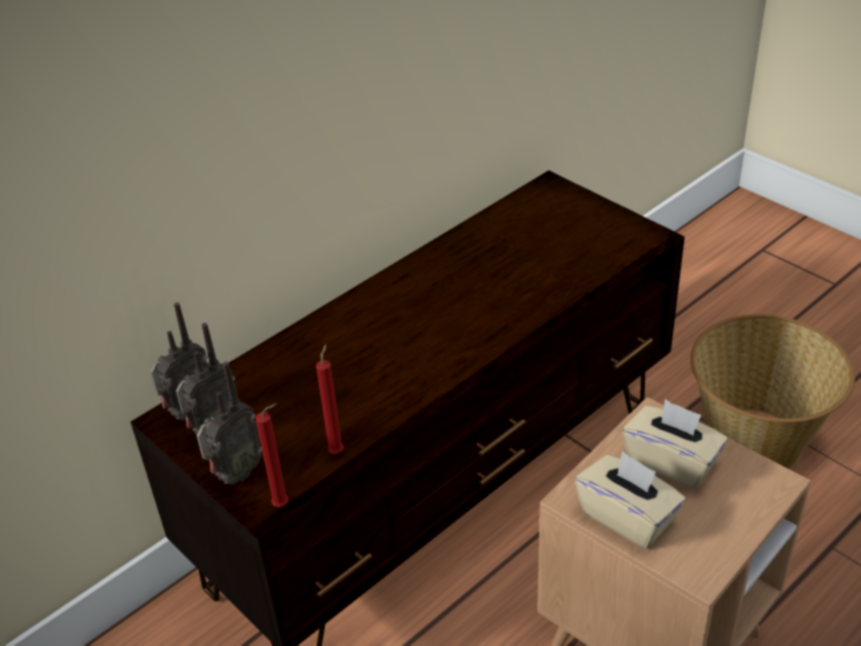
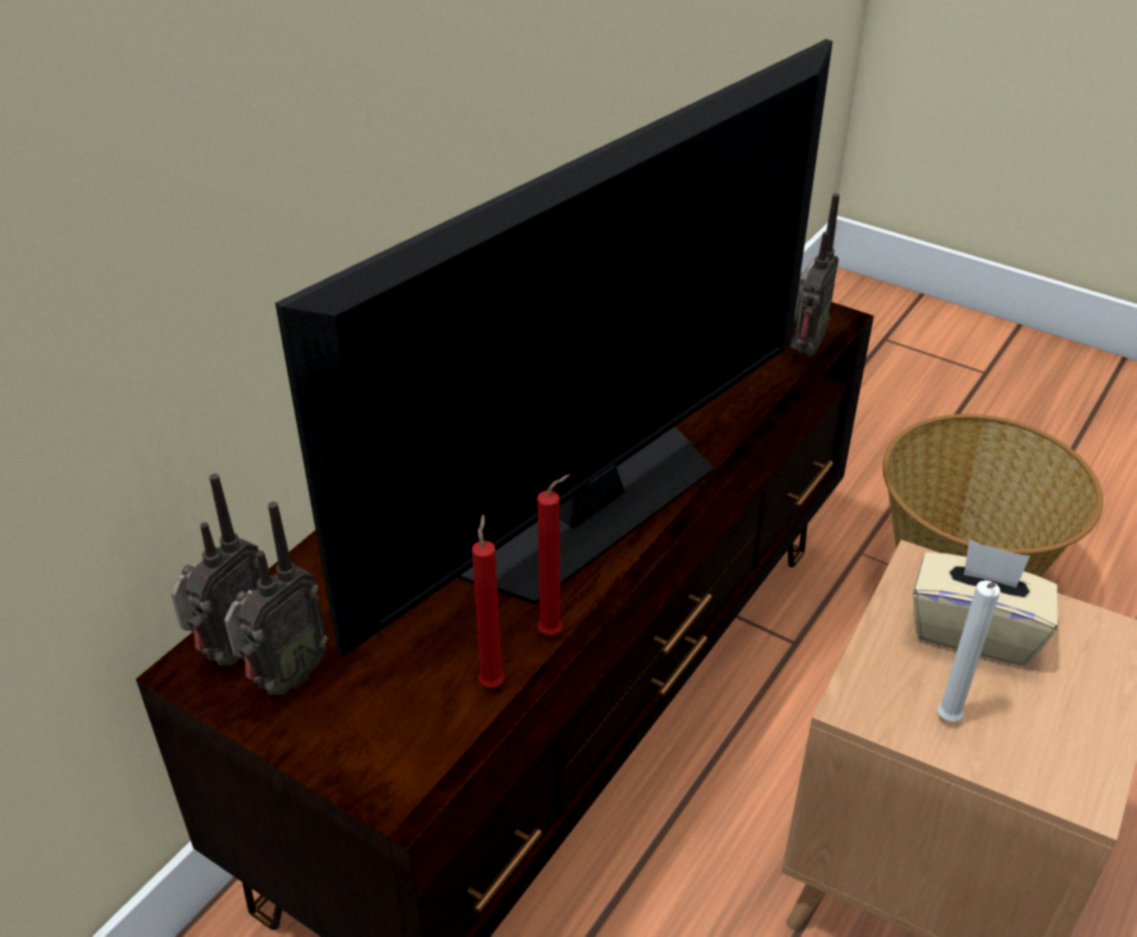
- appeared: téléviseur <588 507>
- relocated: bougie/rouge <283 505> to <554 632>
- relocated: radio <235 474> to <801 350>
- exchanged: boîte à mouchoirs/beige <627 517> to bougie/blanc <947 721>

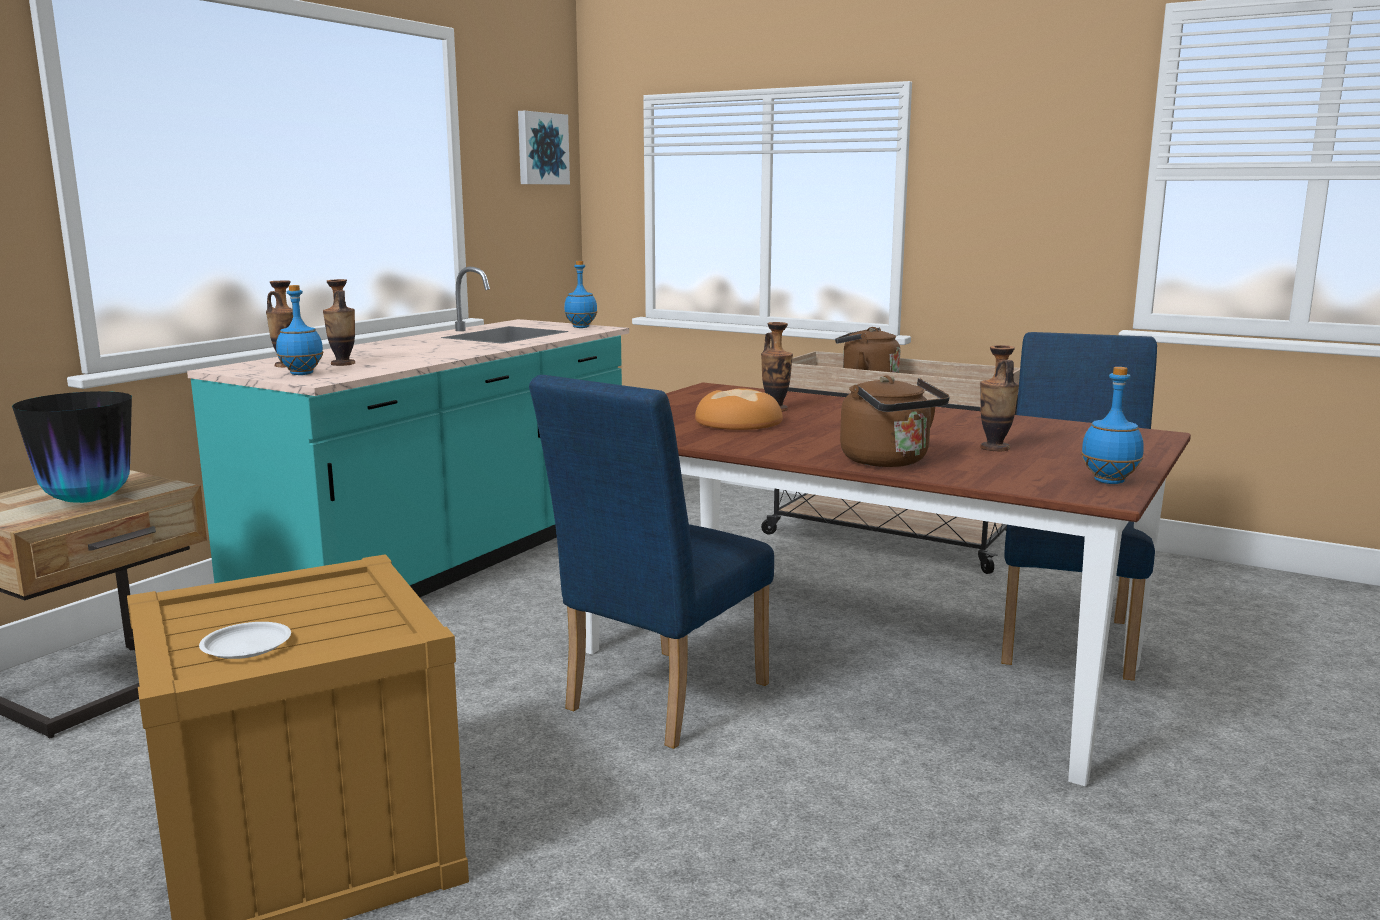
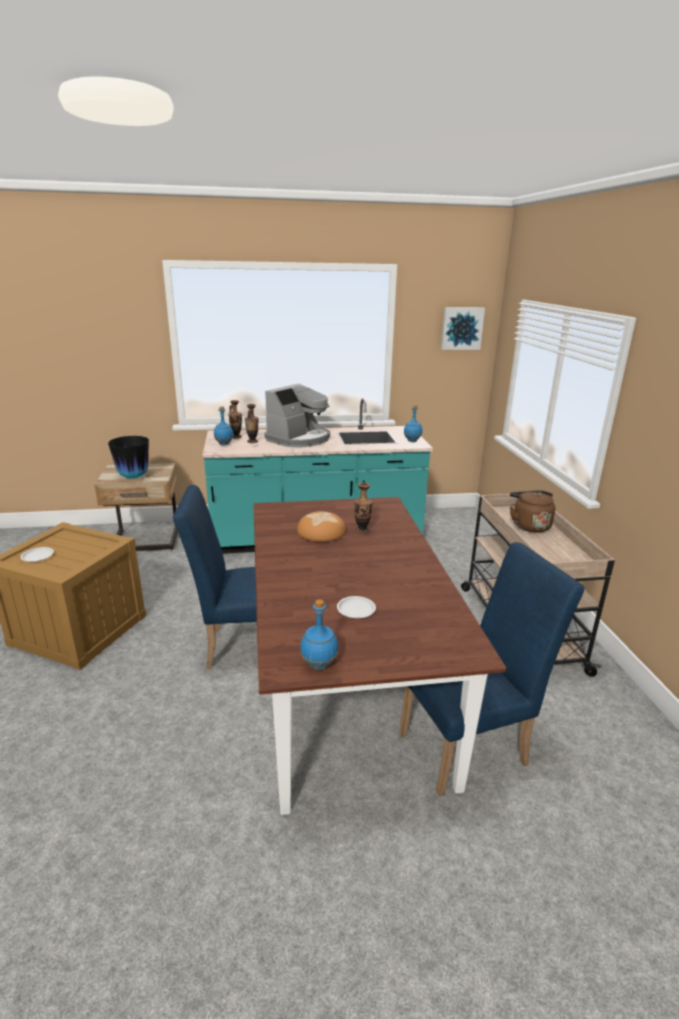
- appeared: machine à café <299 439>
- exchanged: vase <994 448> to assiette/blanc <356 610>
- missing: bouilloire/marron <889 461>

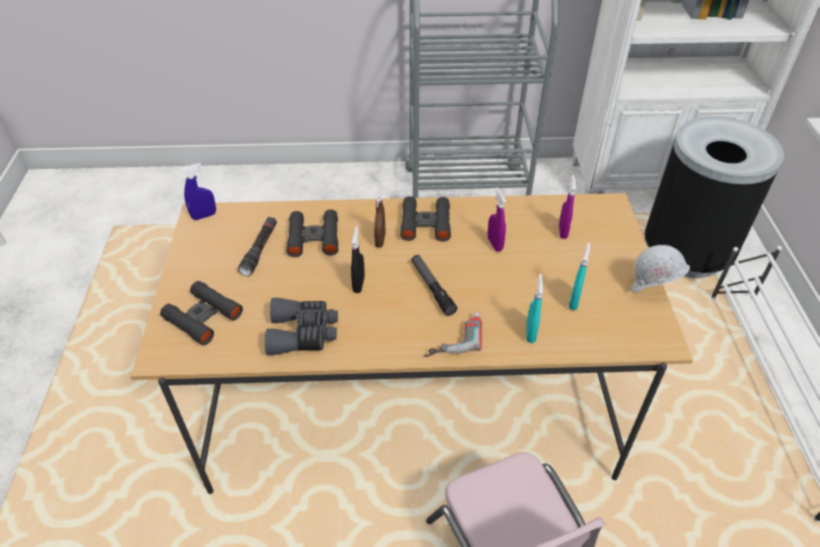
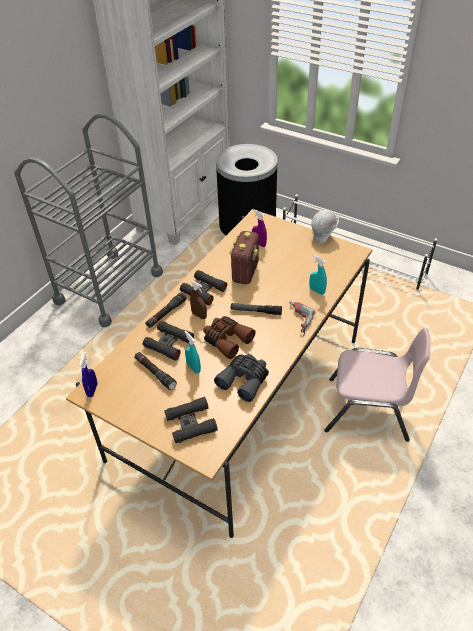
- appeared: lampe de poche/noir <166 313>
- relocated: vaporisateur/turquoise <574 301> to <193 368>
- exchanged: vaporisateur/noir <358 284> to jumelles/marron <226 340>
- exchanged: vaporisateur/violet <494 244> to radio <245 272>

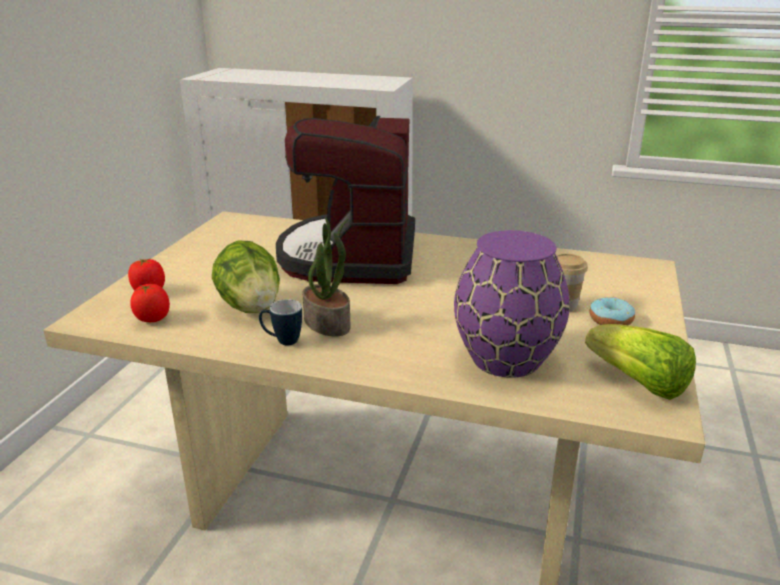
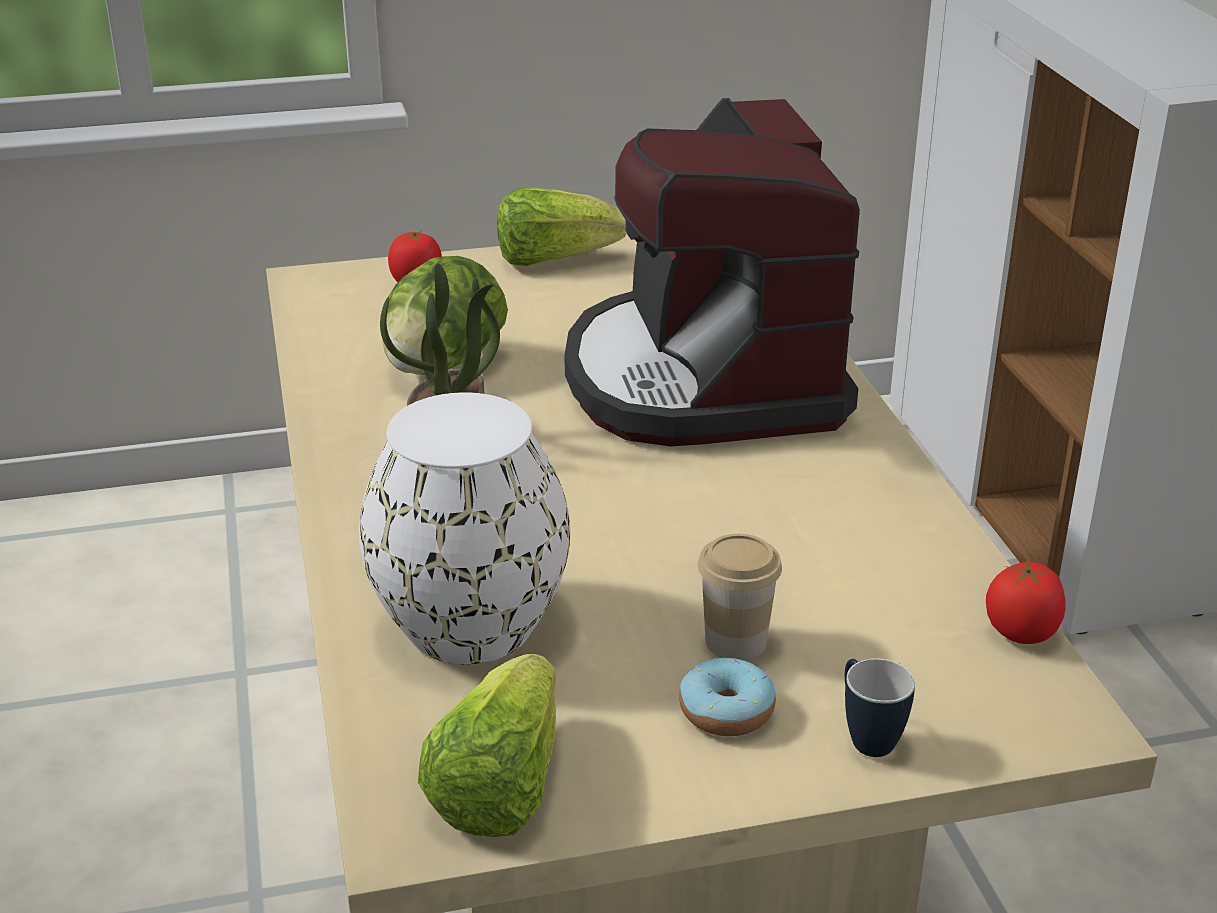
- colour: vase/violet <505 358> to vase/blanc <472 624>
- appeared: laitue <553 259>
- spun: machine à café <351 256> = <704 379> 75 degrees counterclockwise
- relocated: mug <282 341> to <866 737>
- relocated: tomate <152 319> to <1021 632>

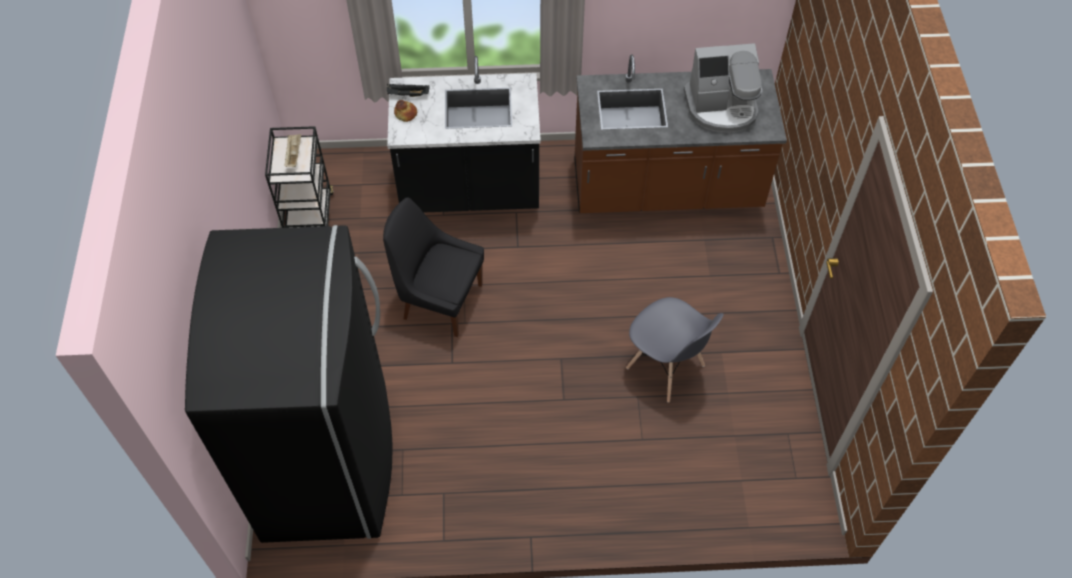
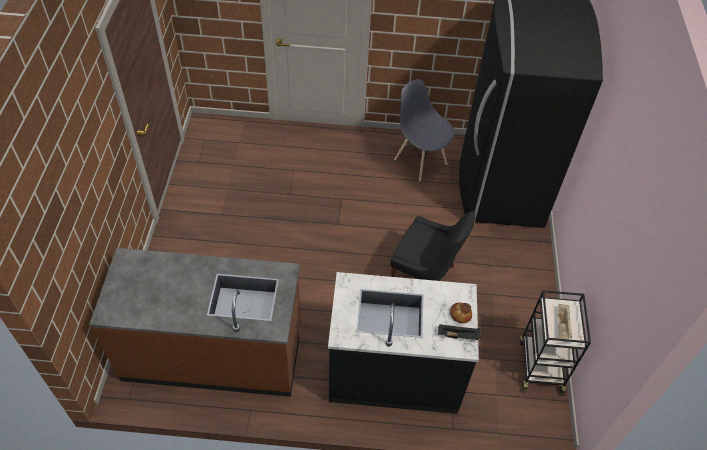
- relocated: chaise/gris <665 367> to <420 161>
- missing: machine à café <721 107>

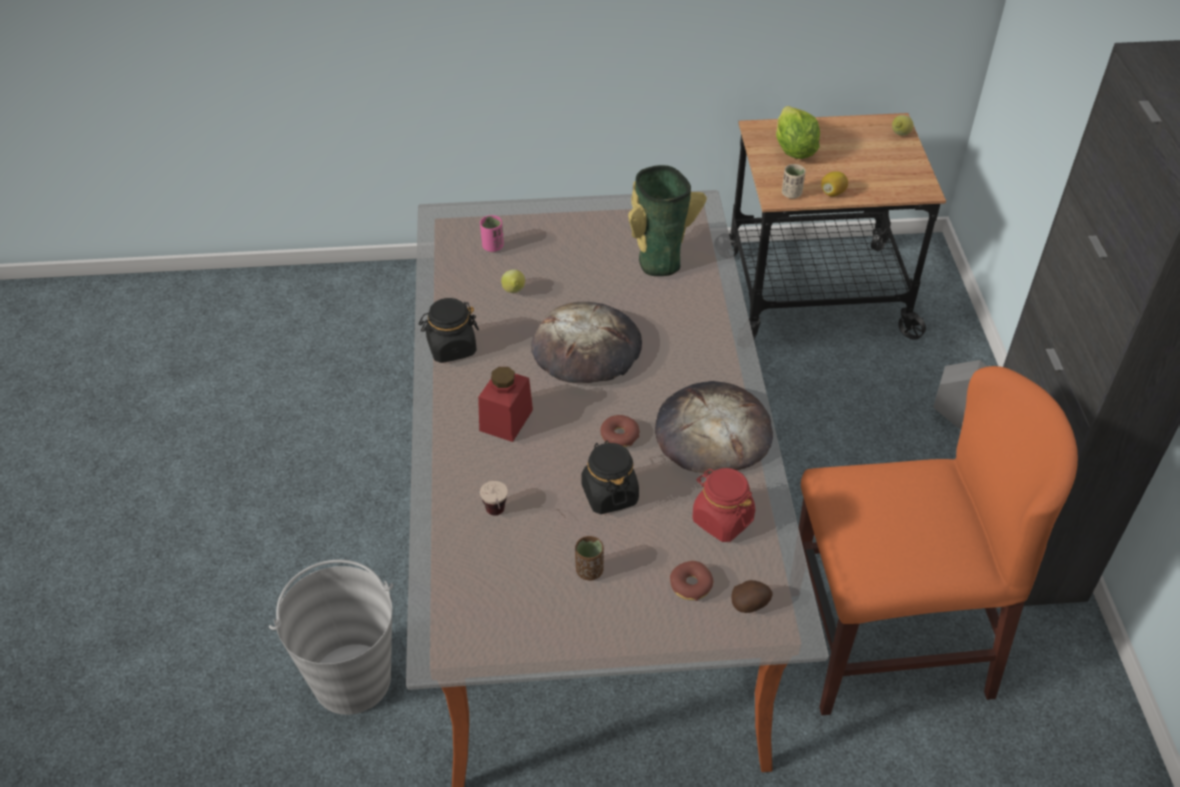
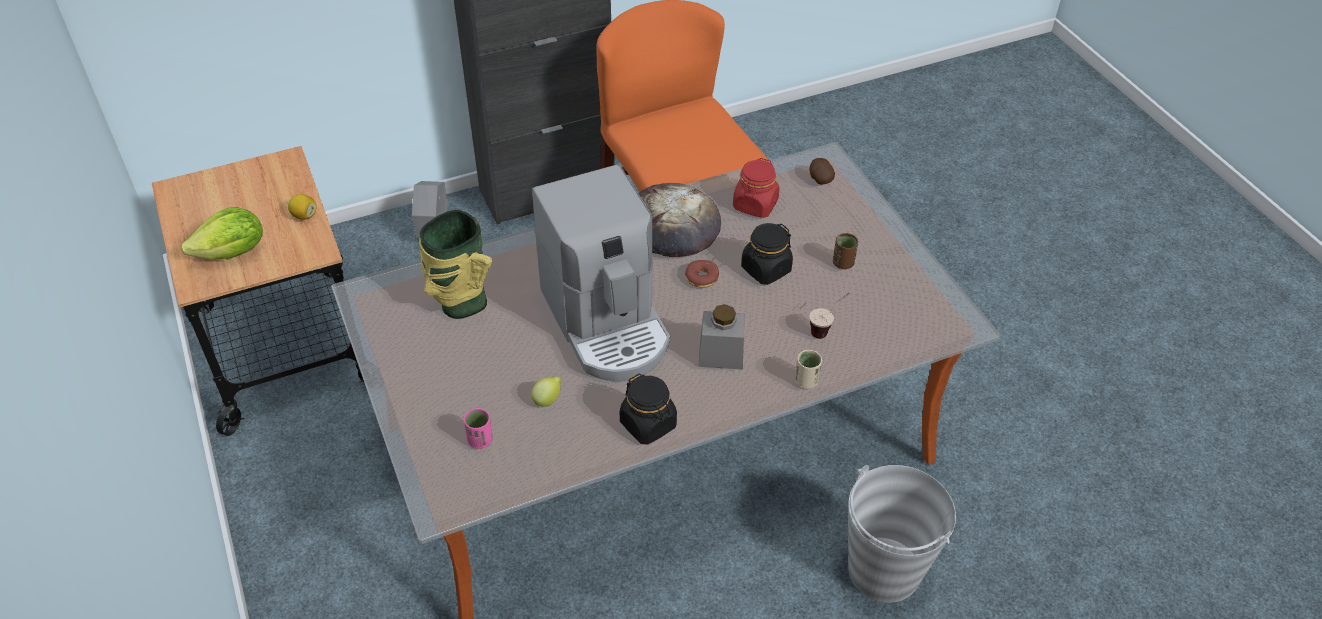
- exchanged: pain <587 349> to machine à café <607 323>
- colour: bocal/rouge <506 420> to bocal/gris <721 354>
- relocated: tasse/beige <791 194> to <806 381>
- missing: beignet <691 585>
- missing: citron <899 135>

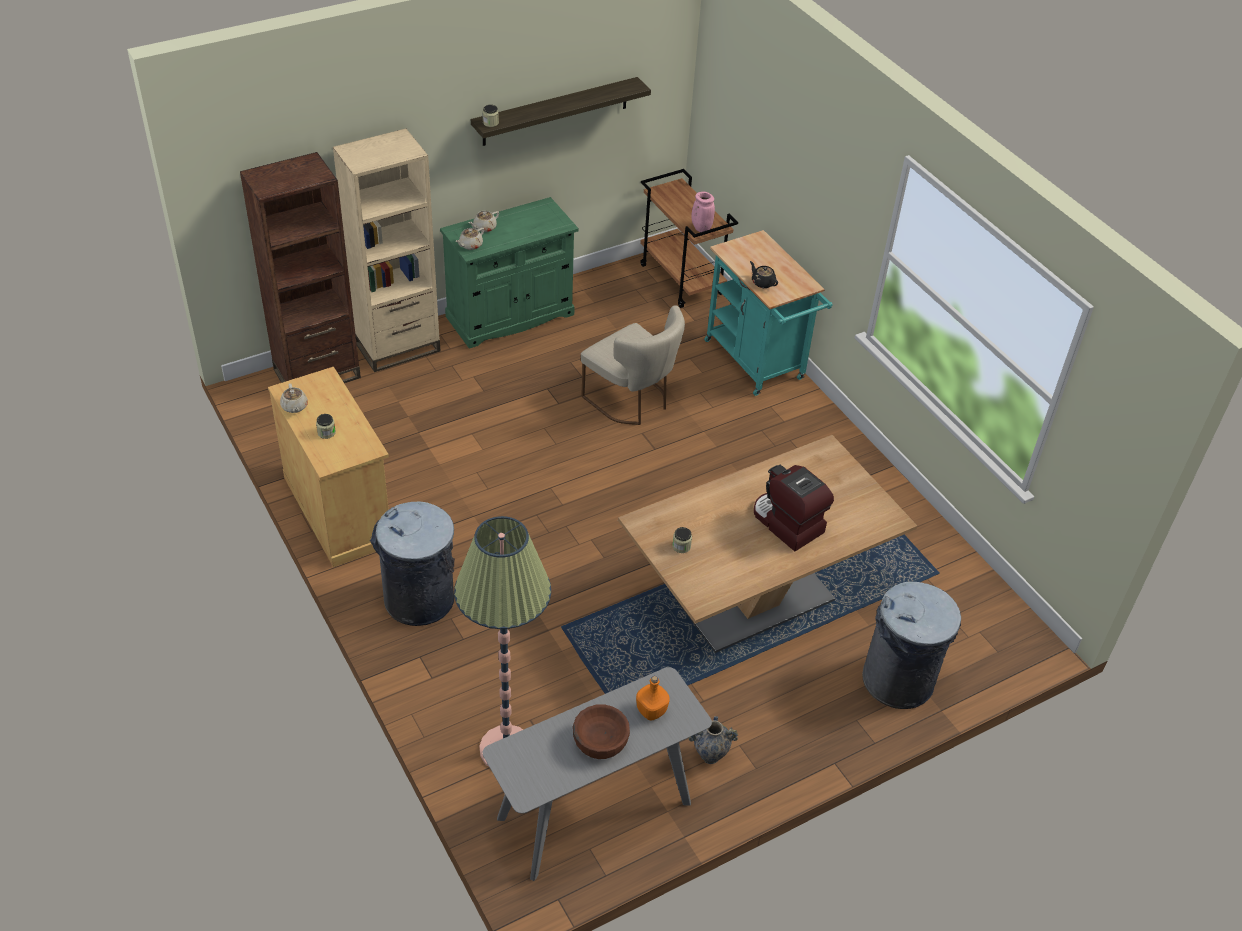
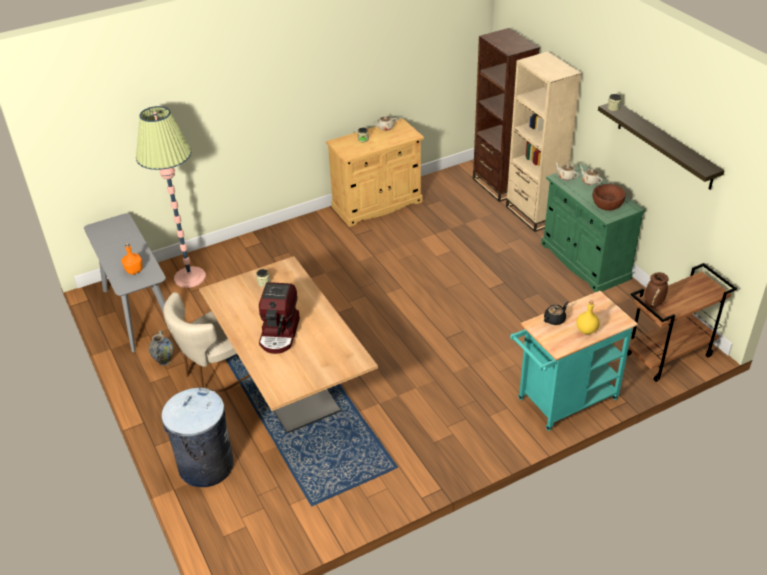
- relocated: chaise/beige <632 401> to <215 372>
- spun: machine à café <786 523> = <280 334> 135 degrees clockwise
- appeared: bouteille/jaune <587 330>
- relocated: bol/marron <600 741> to <607 204>
- colour: vase/rose <700 228> to vase/marron <653 304>
- missing: poubelle/gris <419 600>

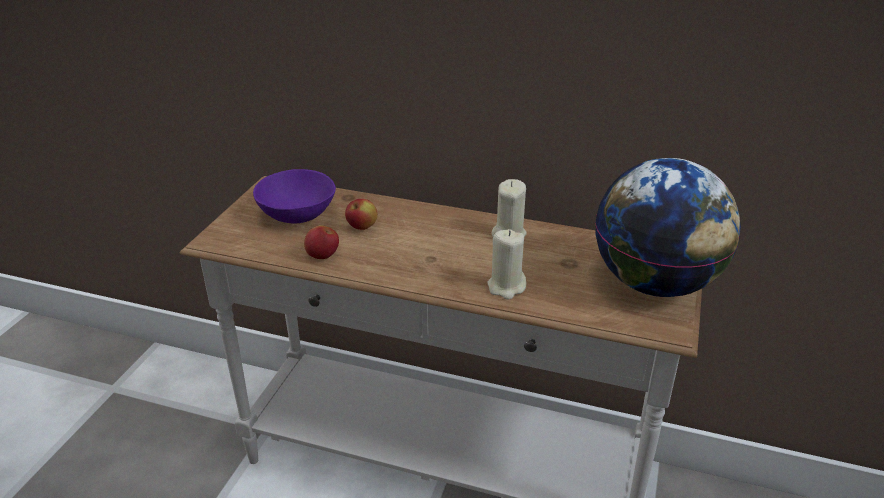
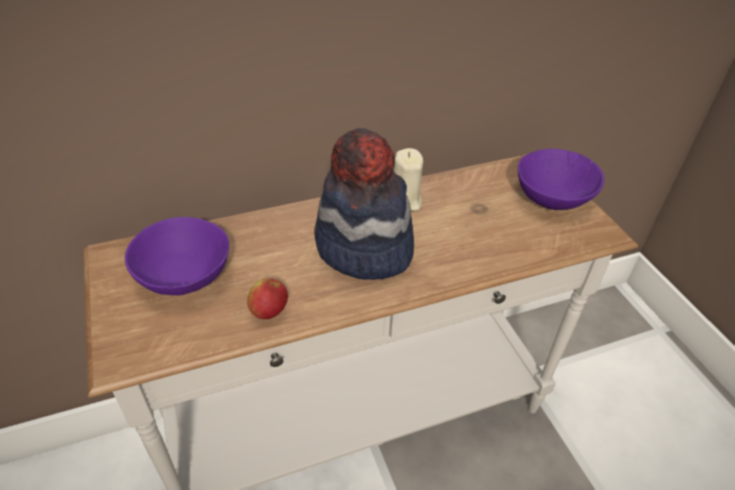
- appeared: chapeau <363 248>
- exchanged: globe <655 284> to bol/violet <554 197>
- missing: pomme <362 227>
- missing: bougie/beige <506 287>

